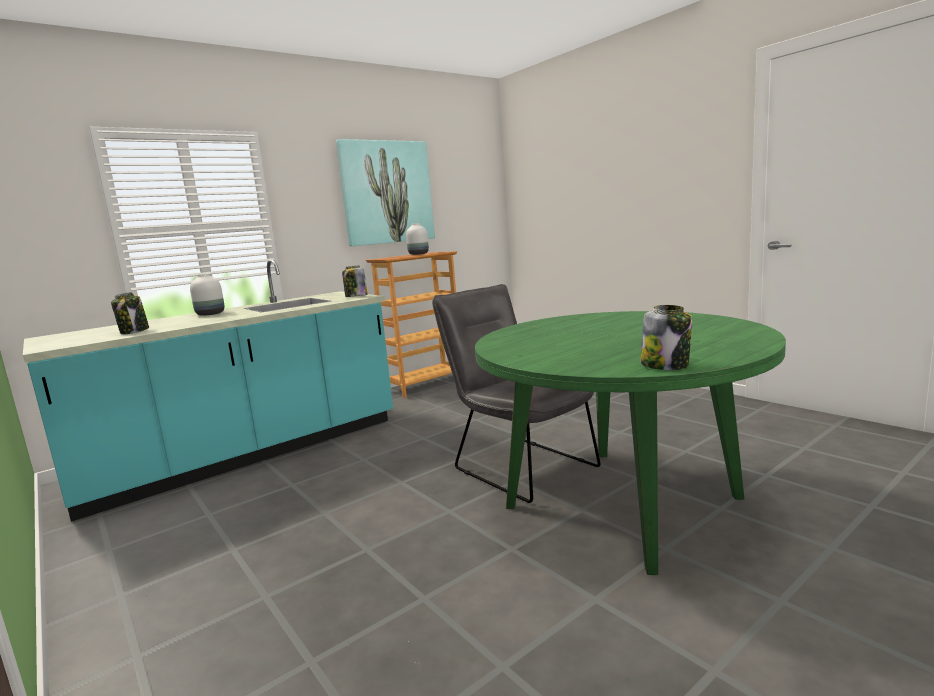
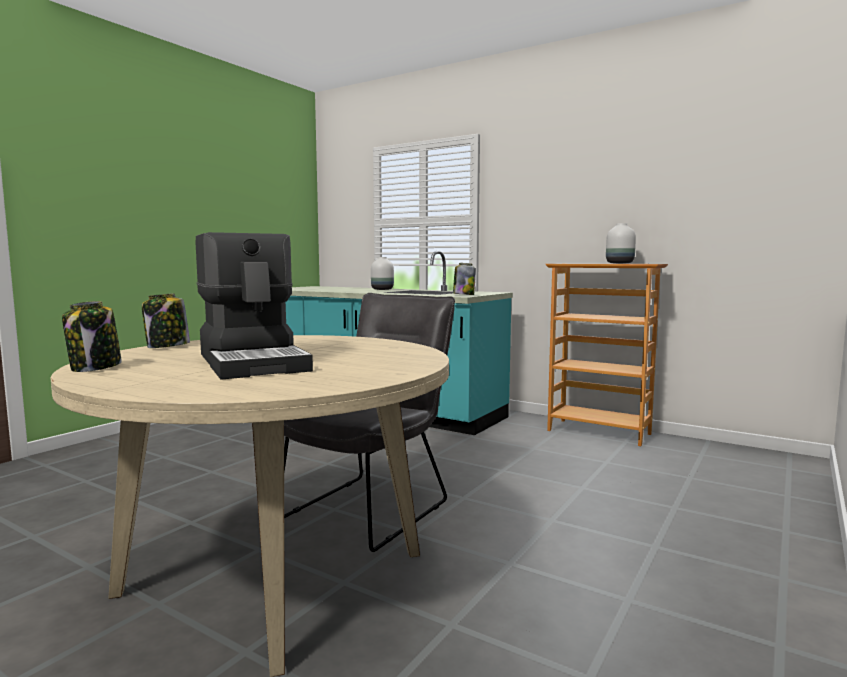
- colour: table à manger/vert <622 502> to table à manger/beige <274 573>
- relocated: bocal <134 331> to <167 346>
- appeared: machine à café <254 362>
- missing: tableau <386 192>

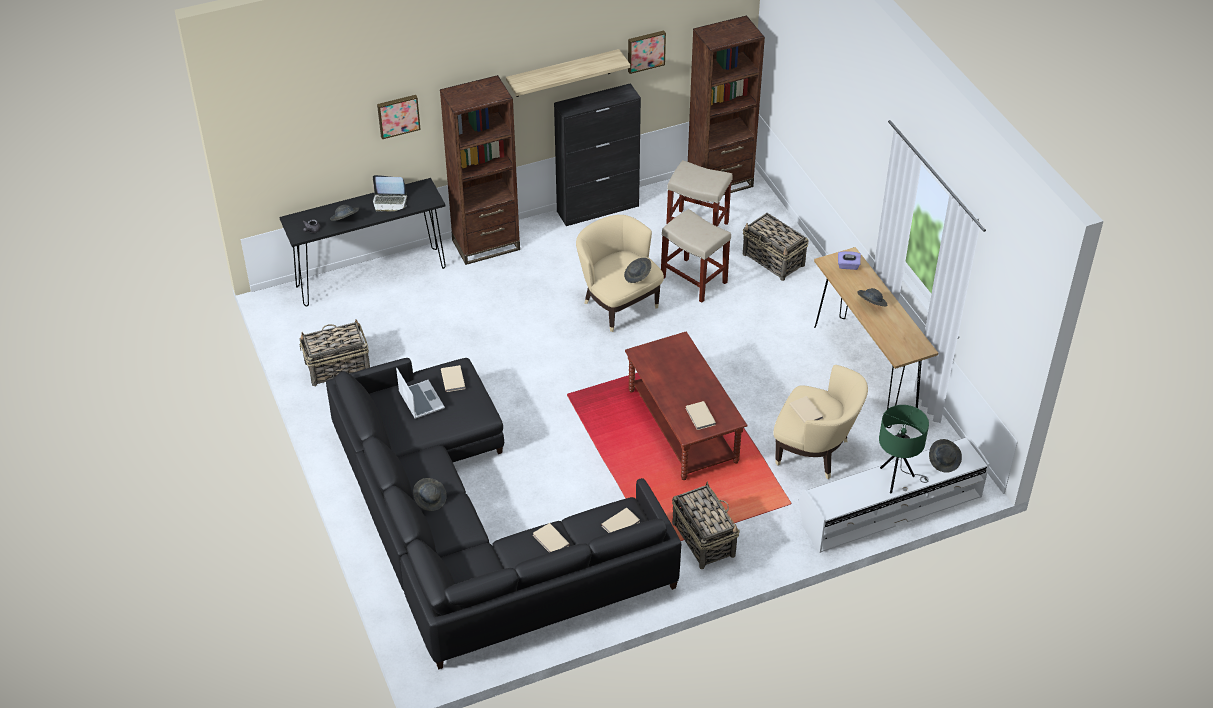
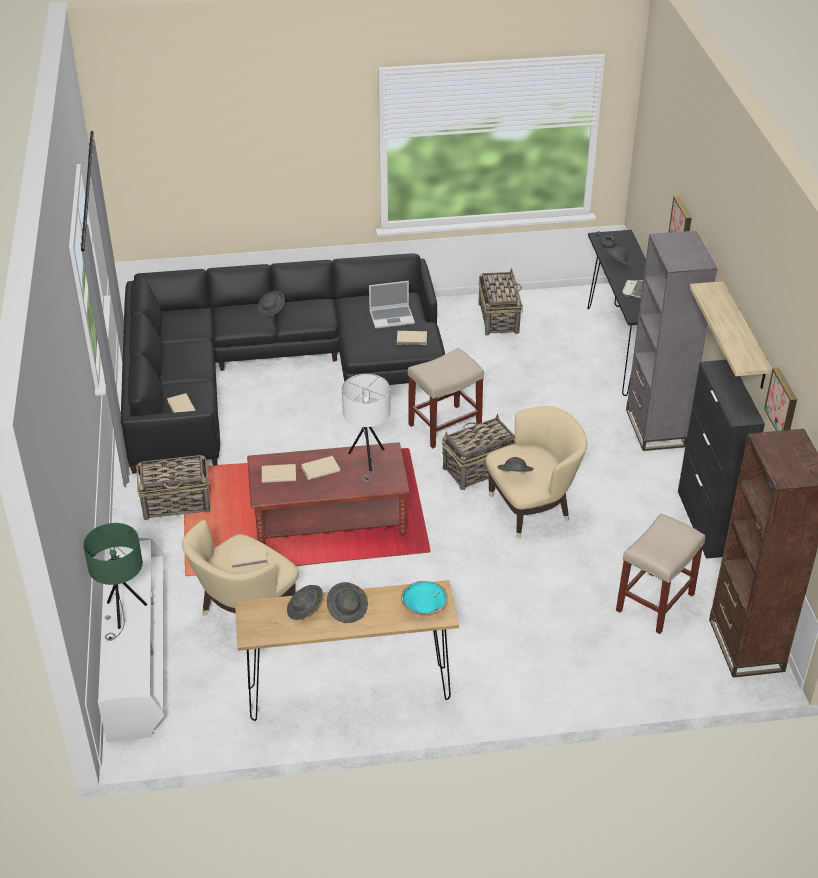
- relocated: chapeau/gris <944 461> to <305 609>
- relocated: livre/beige <550 541> to <319 469>
- appeared: lampe de table/blanc <367 460>
- exchanged: boîte à mouchoirs/violet <848 266> to bol/turquoise <424 607>
- relocated: tabouret/beige <694 280> to <444 426>
- relocated: panier <774 260> to <478 469>
- colour: bibliothèque/marron <486 245> to bibliothèque/gris <655 428>

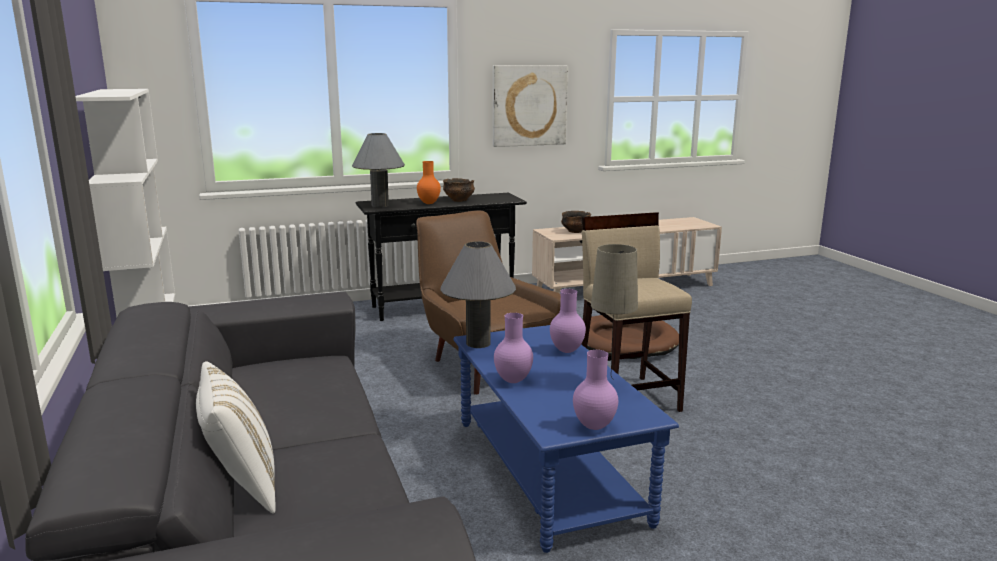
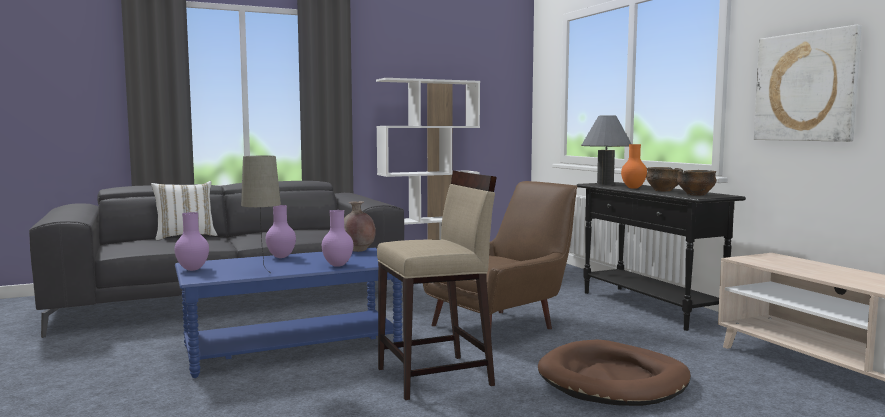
- exchanged: lampe de table/gris <478 343> to vase/marron <358 250>
- relocated: bol <575 231> to <695 195>

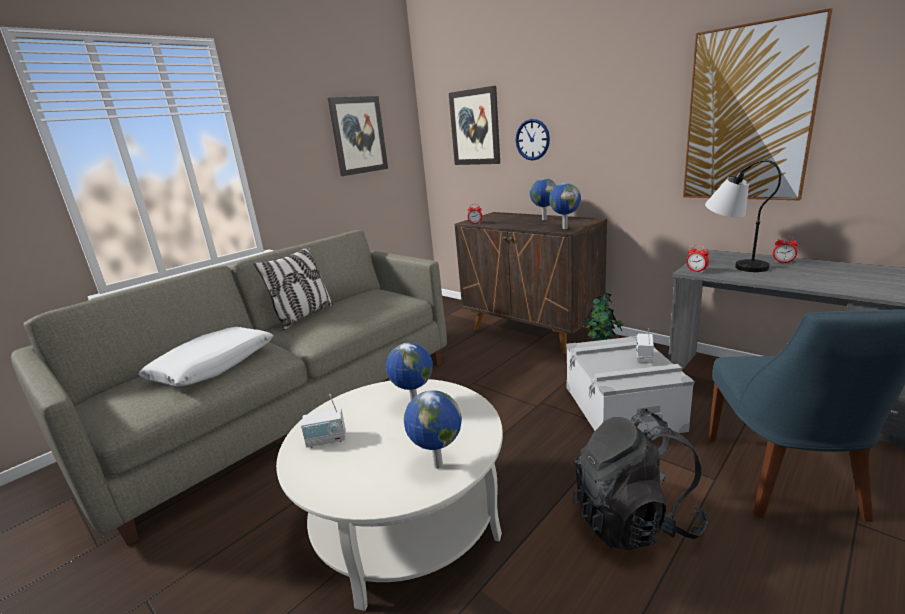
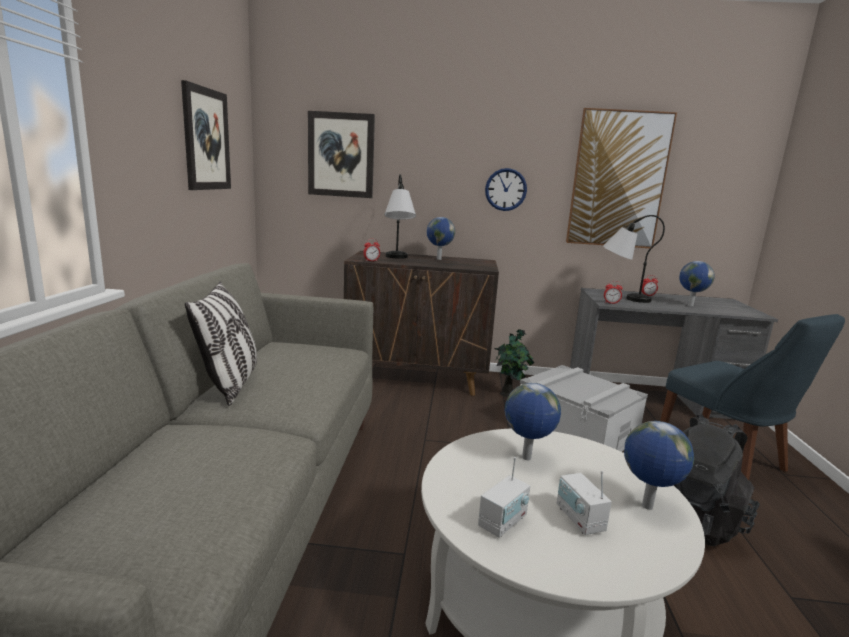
- appeared: lampe de table <397 259>
- relocated: horloge murale <532 139> to <505 189>
- relocated: radio <644 357> to <579 519>
- relocated: globe <565 228> to <689 305>
- missing: coussin/blanc <213 366>

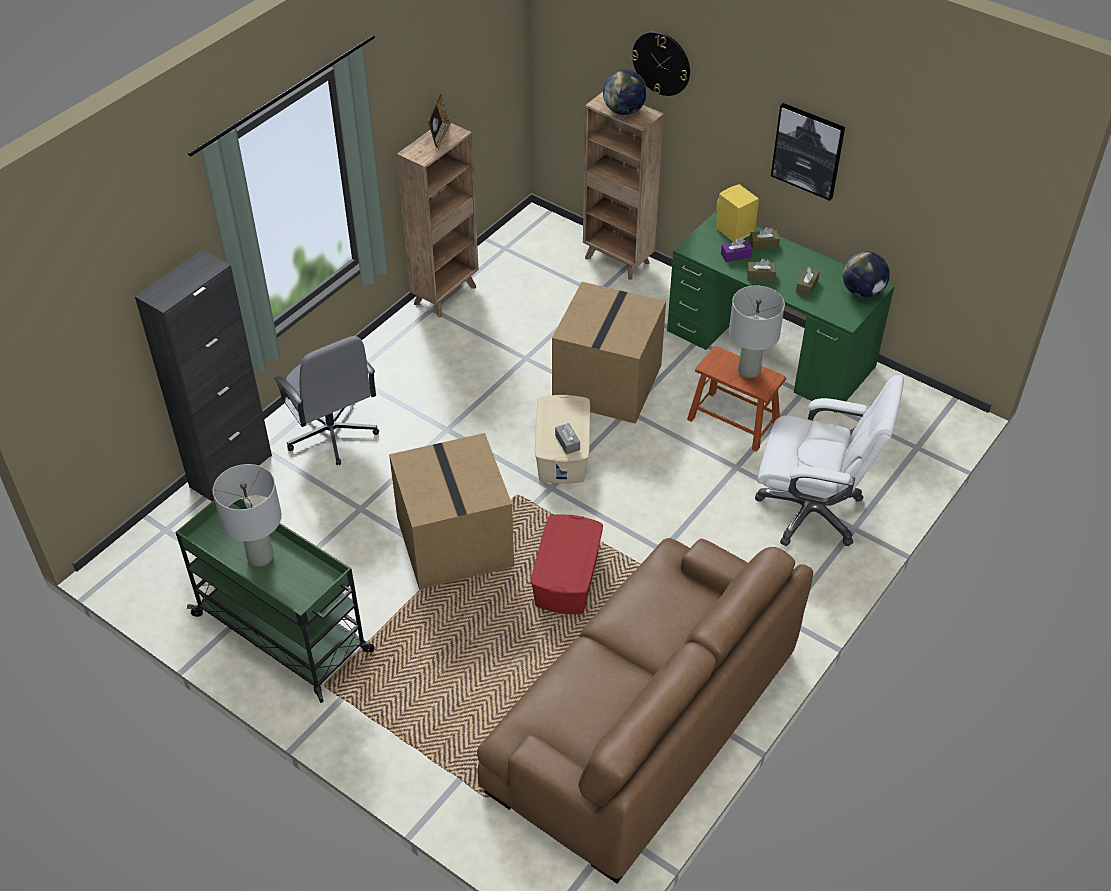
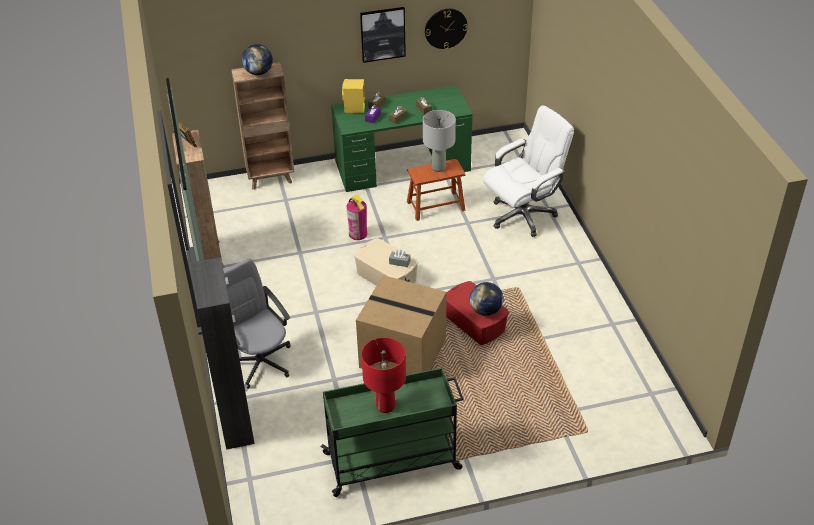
- spun: chaise de bureau/gris <331 433> = <260 361> 135 degrees counterclockwise
- exchanged: carton <608 385> to extincteur <358 234>
- colour: lampe de table/gris <261 557> to lampe de table/rouge <386 406>
- relocated: horloge murale <661 63> to <445 28>
- relocated: globe <862 292> to <486 310>
- missing: canapé/marron <643 720>

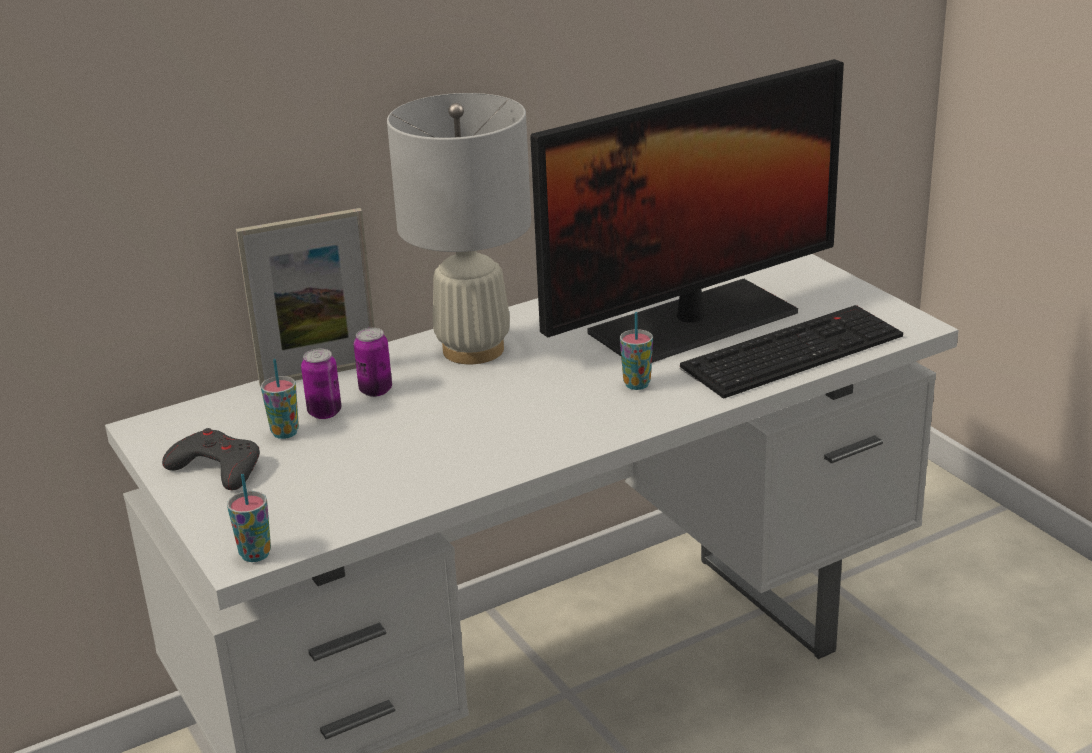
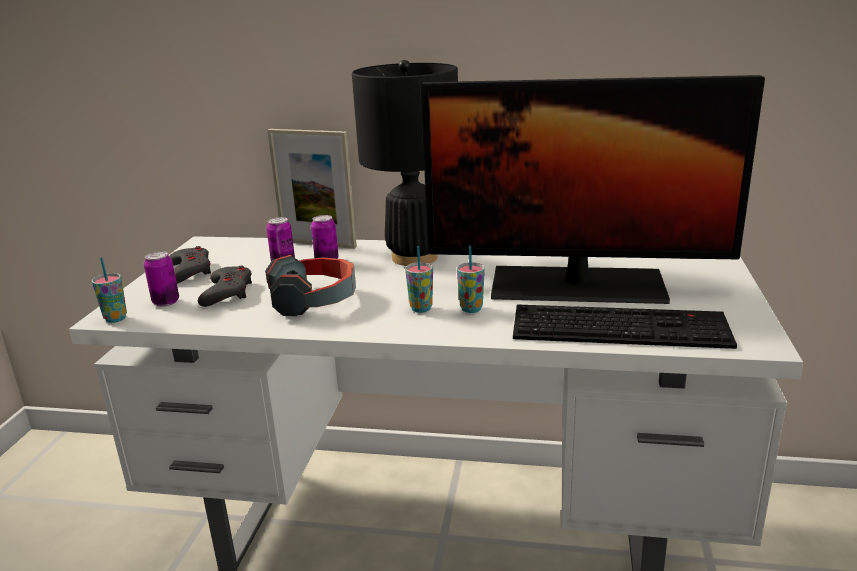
- appeared: boîte métallique <166 302>
- appeared: manette/gris <227 292>
- appeared: casque audio <314 300>
- colour: lampe de table/blanc <474 349> to lampe de table/noir <415 257>
- relocated: tasse <285 433> to <421 308>

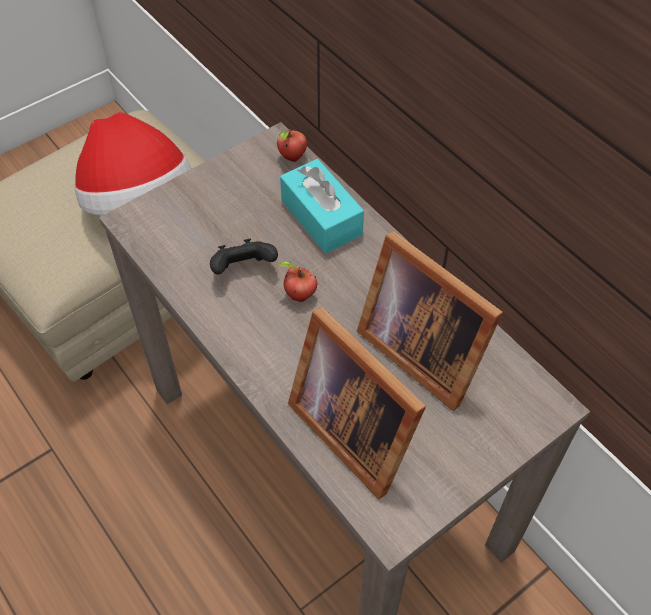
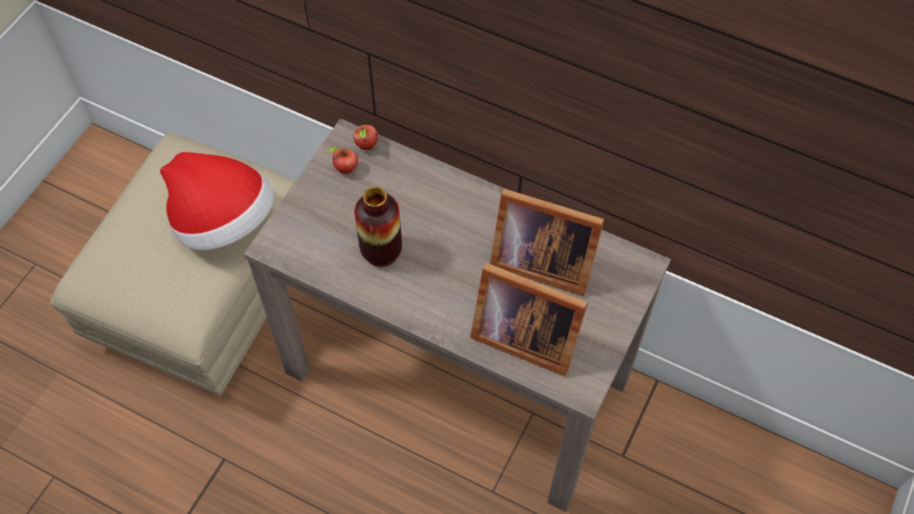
- relocated: pomme <298 295> to <345 169>
- exchanged: manette/noir <243 269> to vase <381 251>
- missing: boîte à mouchoirs/turquoise <321 217>

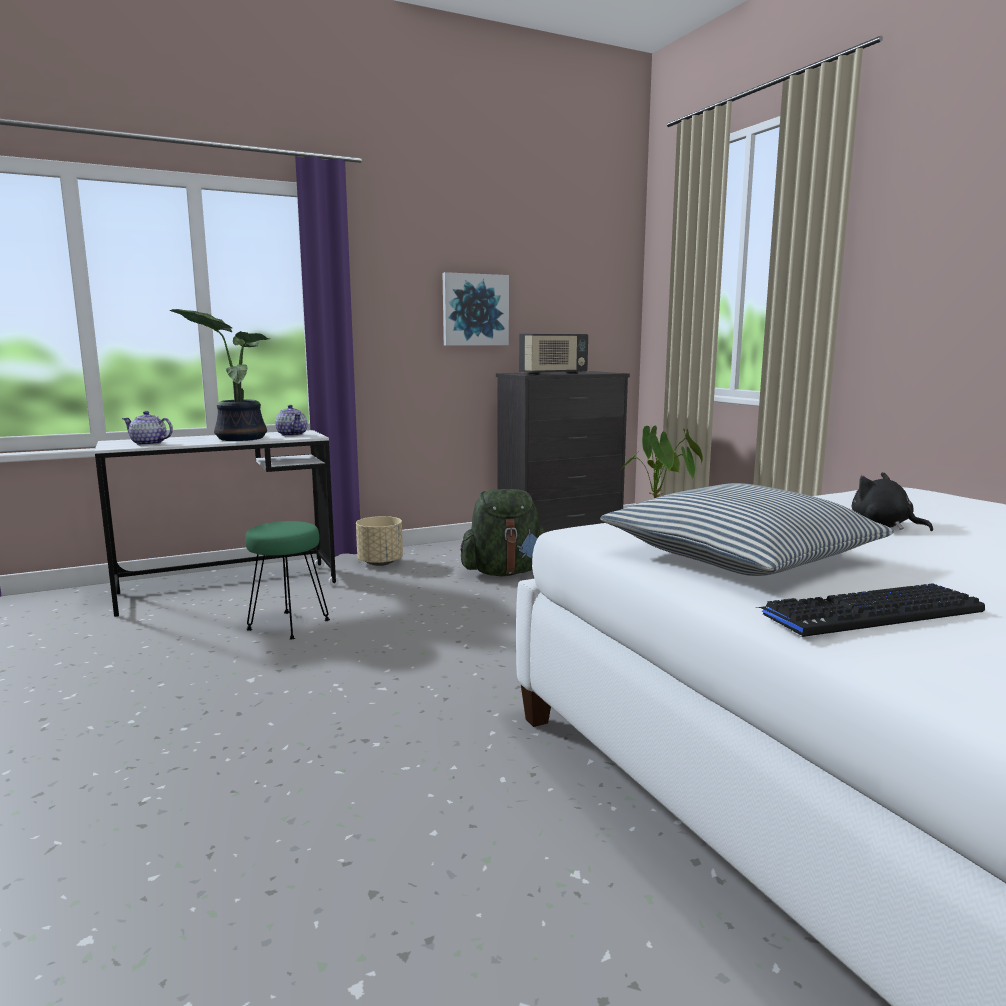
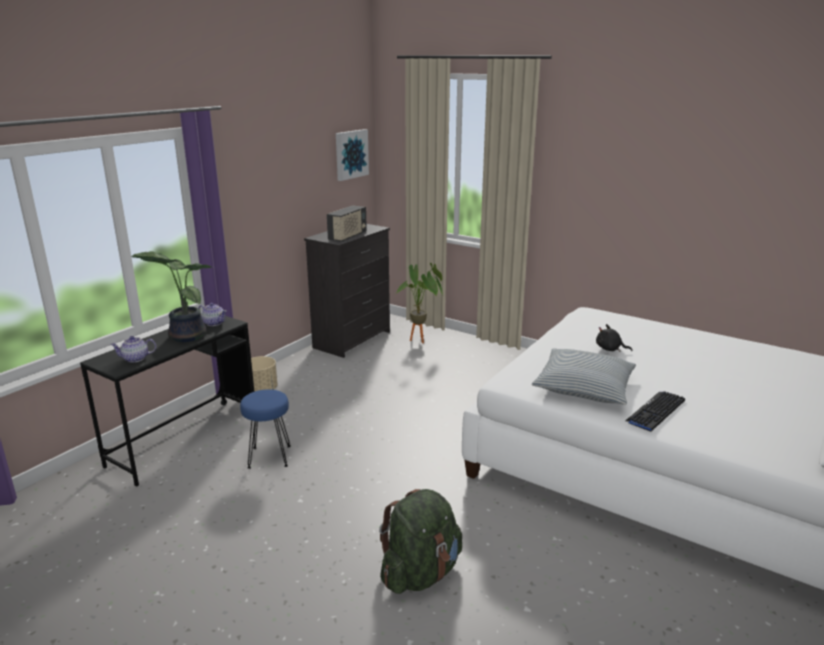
- colour: bureau/blanc <228 589> to bureau/noir <185 440>
- colour: tabouret/vert <288 625> to tabouret/bleu <269 457>
- relocated: tableau <475 310> to <351 154>
- relocated: sac à dos/vert <505 572> to <421 573>

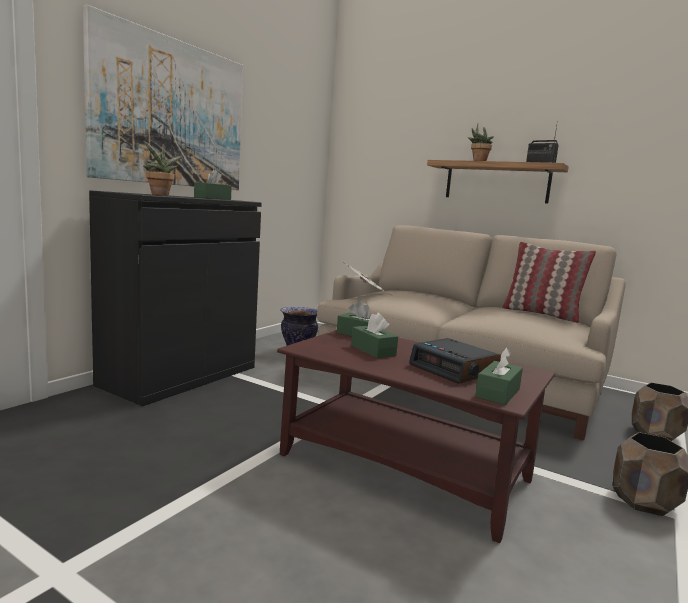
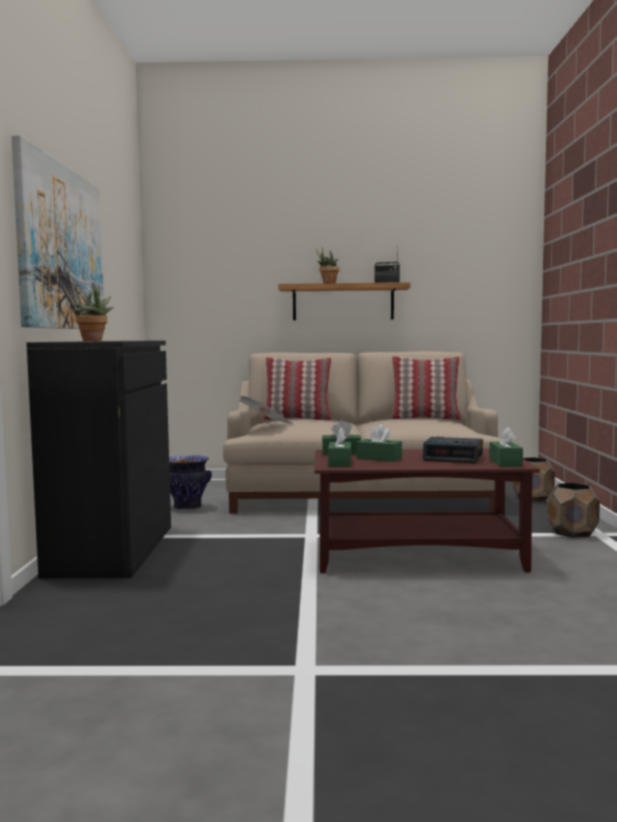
- appeared: coussin <297 419>
- relocated: boîte à mouchoirs/vert <212 198> to <339 463>

